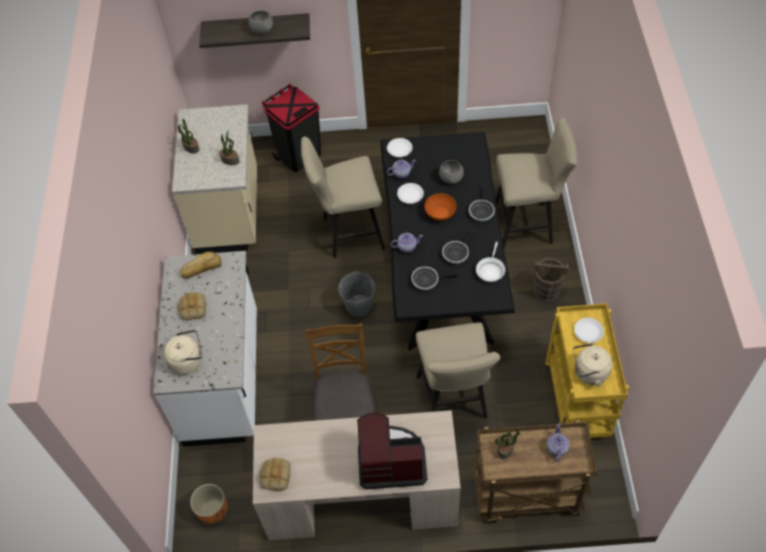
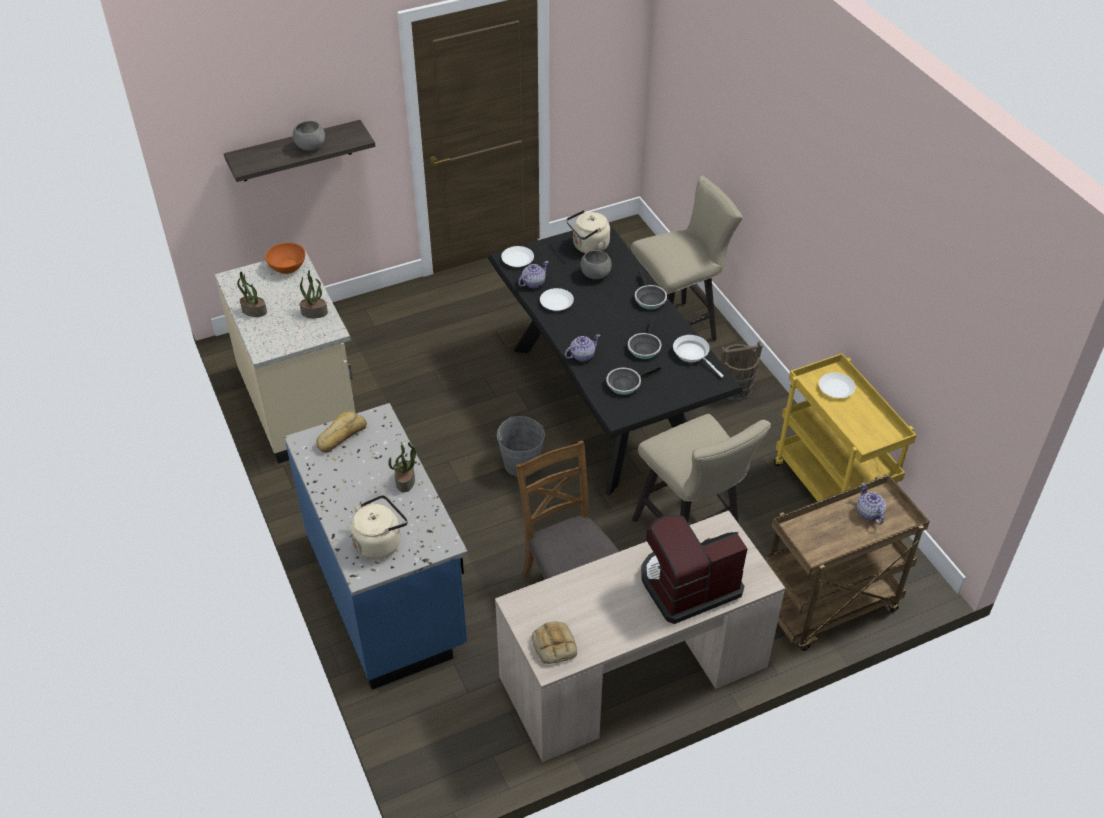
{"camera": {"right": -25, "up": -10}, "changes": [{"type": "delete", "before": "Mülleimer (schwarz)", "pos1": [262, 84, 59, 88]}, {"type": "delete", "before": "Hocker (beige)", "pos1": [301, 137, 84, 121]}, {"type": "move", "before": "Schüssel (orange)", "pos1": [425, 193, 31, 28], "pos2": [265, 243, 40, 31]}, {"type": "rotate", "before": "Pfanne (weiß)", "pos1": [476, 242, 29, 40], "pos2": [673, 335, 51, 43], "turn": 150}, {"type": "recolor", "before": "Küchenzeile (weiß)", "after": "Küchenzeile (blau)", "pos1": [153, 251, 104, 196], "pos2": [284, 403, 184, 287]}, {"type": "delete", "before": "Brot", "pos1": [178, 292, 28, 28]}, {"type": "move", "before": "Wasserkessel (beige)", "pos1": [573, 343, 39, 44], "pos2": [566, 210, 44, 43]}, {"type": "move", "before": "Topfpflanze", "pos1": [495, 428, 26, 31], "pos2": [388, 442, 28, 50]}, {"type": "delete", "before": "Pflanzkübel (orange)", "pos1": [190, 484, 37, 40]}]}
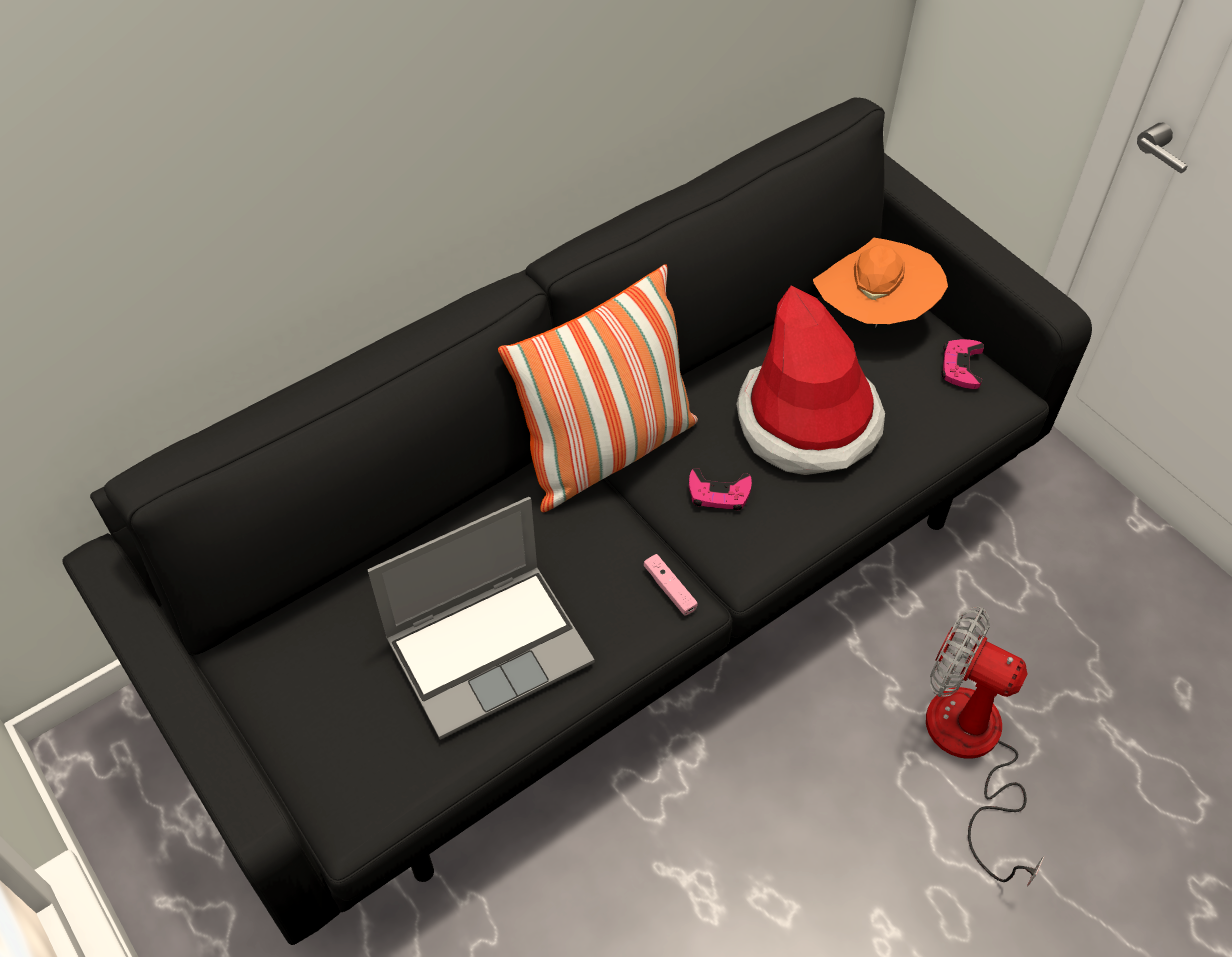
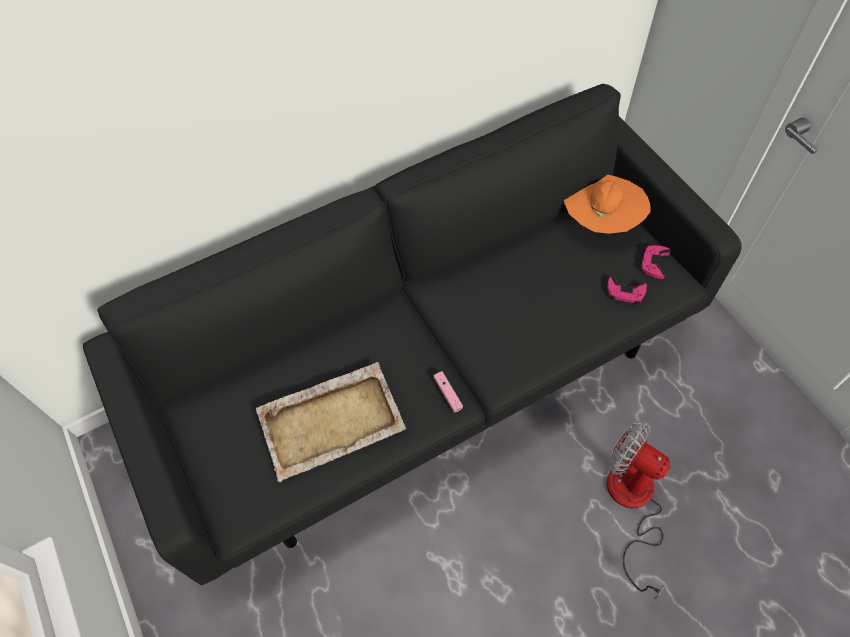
{"camera": {"right": 10, "up": 5}, "changes": [{"type": "delete", "before": "Kissen", "pos1": [498, 264, 200, 248]}, {"type": "delete", "before": "Hut", "pos1": [737, 285, 148, 190]}, {"type": "move", "before": "Gamepad (rosa)", "pos1": [689, 468, 63, 43], "pos2": [607, 276, 40, 28]}, {"type": "replace", "before": "Laptop", "after": "Tablett (beige)", "pos1": [368, 497, 227, 243], "pos2": [256, 362, 150, 120]}]}
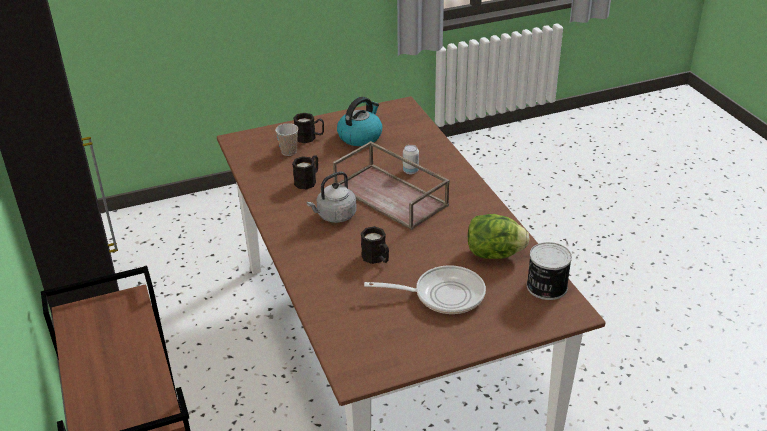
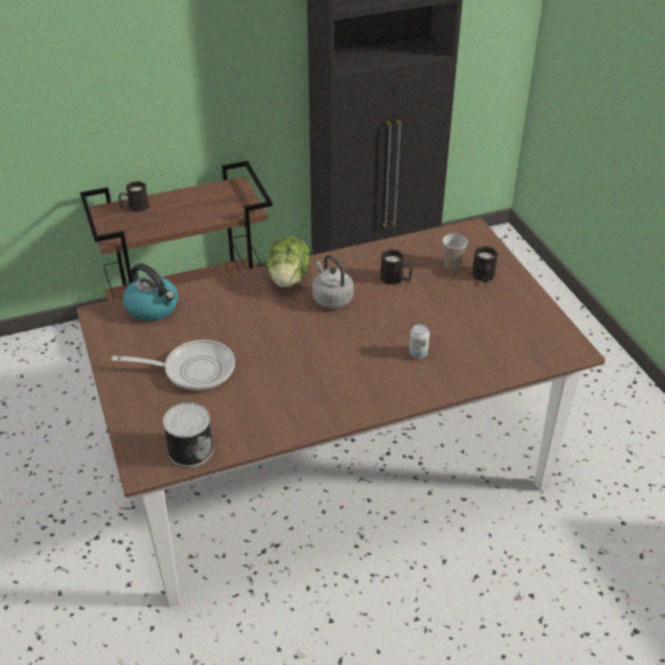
{"camera": {"right": 90, "up": 5}, "changes": [{"type": "move", "before": "Wasserkessel", "pos1": [337, 97, 45, 49], "pos2": [123, 263, 55, 58]}, {"type": "delete", "before": "Tablett (braun)", "pos1": [333, 141, 117, 89]}, {"type": "move", "before": "Salatkopf", "pos1": [467, 214, 63, 45], "pos2": [266, 236, 44, 52]}, {"type": "move", "before": "Henkelbecher (schwarz)", "pos1": [361, 226, 28, 38], "pos2": [118, 181, 31, 31]}, {"type": "rotate", "before": "Pfanne", "pos1": [364, 265, 122, 49], "pos2": [111, 340, 124, 51], "turn": -90}]}
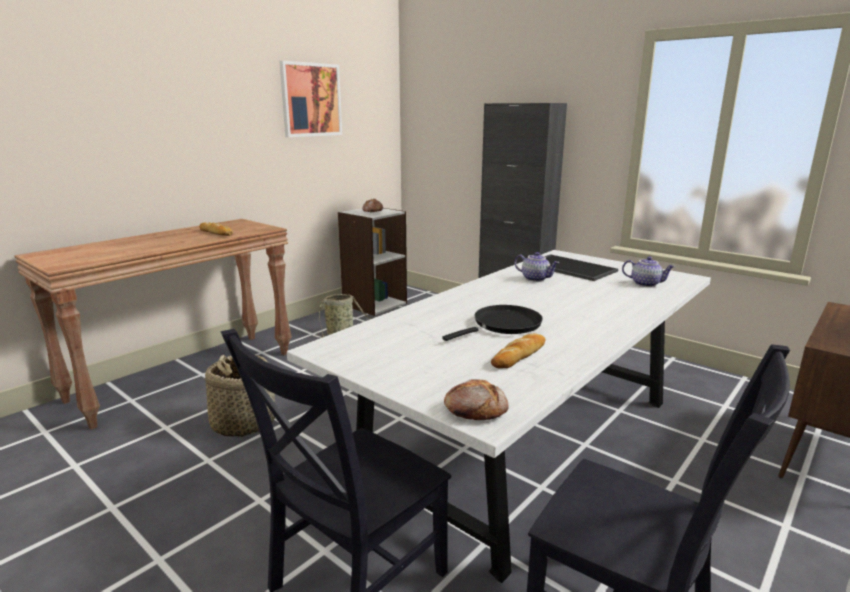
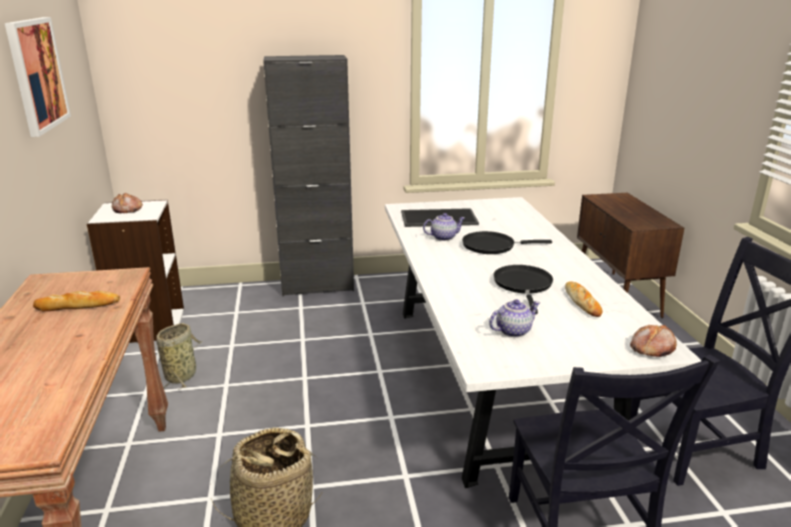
{"camera": {"right": -50, "up": 5}, "changes": [{"type": "move", "before": "Teekanne", "pos1": [622, 256, 53, 31], "pos2": [489, 299, 51, 38]}, {"type": "insert", "after": "Pfanne (schwarz)", "pos2": [462, 231, 90, 23]}]}
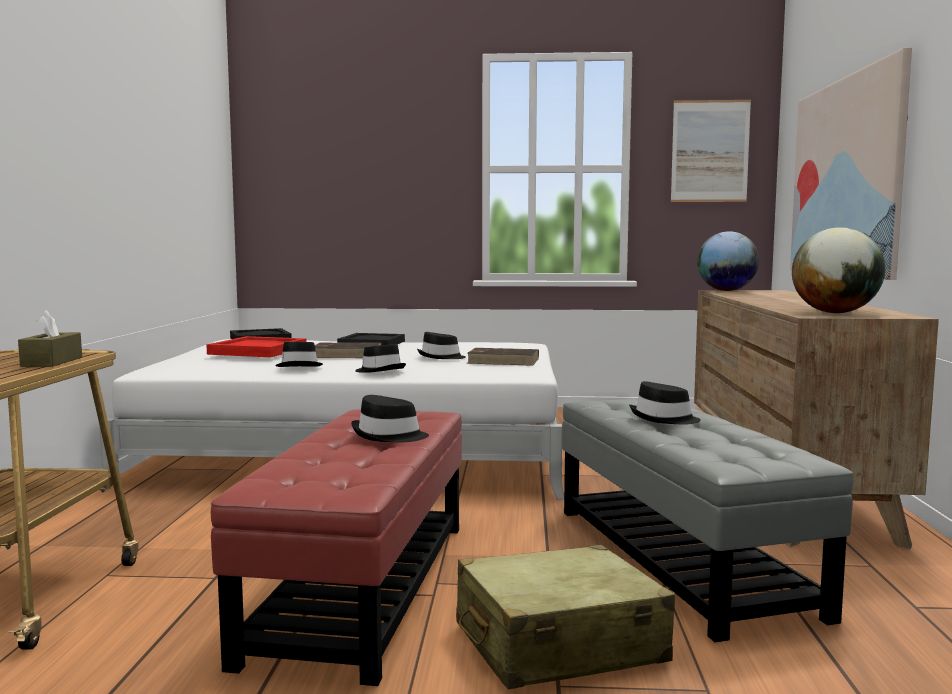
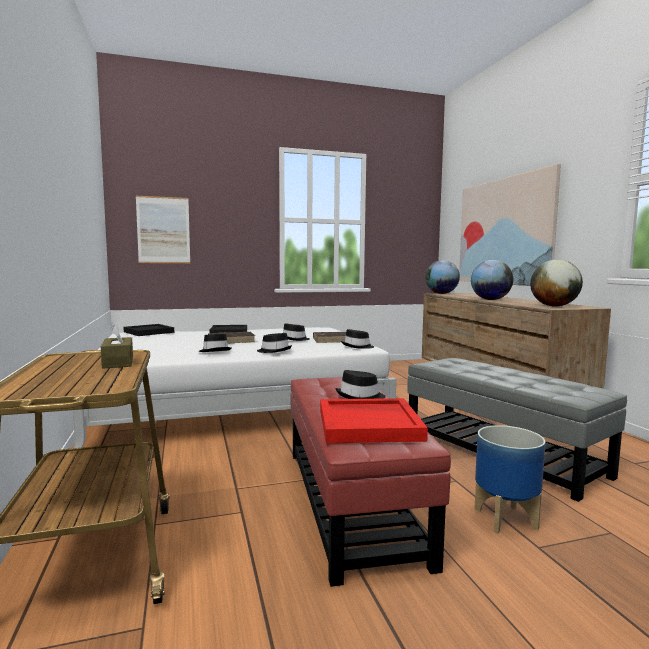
{"camera": {"right": -20, "up": 0}, "changes": [{"type": "move", "before": "Bild", "pos1": [671, 100, 80, 102], "pos2": [136, 196, 54, 67]}, {"type": "move", "before": "Tablett (rot)", "pos1": [206, 336, 100, 21], "pos2": [320, 398, 108, 45]}, {"type": "move", "before": "Hut (schwarz)", "pos1": [629, 381, 72, 44], "pos2": [341, 329, 33, 19]}, {"type": "replace", "before": "Koffer (beige)", "after": "Pflanzkübel", "pos1": [456, 545, 219, 144], "pos2": [474, 425, 72, 108]}, {"type": "insert", "after": "Globus", "pos2": [471, 260, 42, 40]}]}
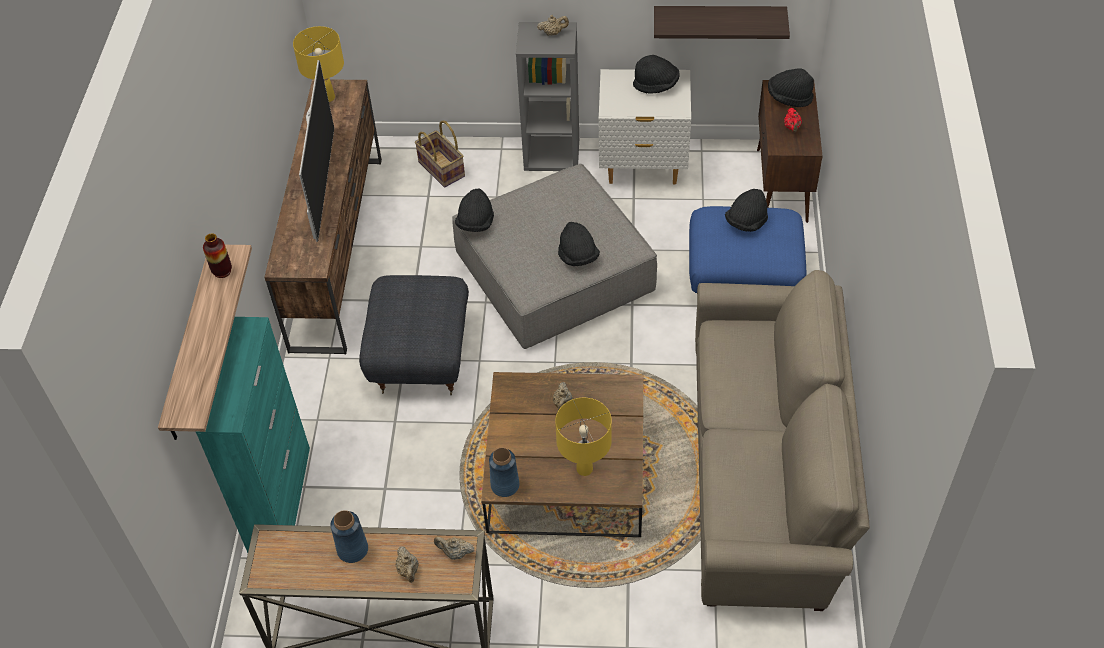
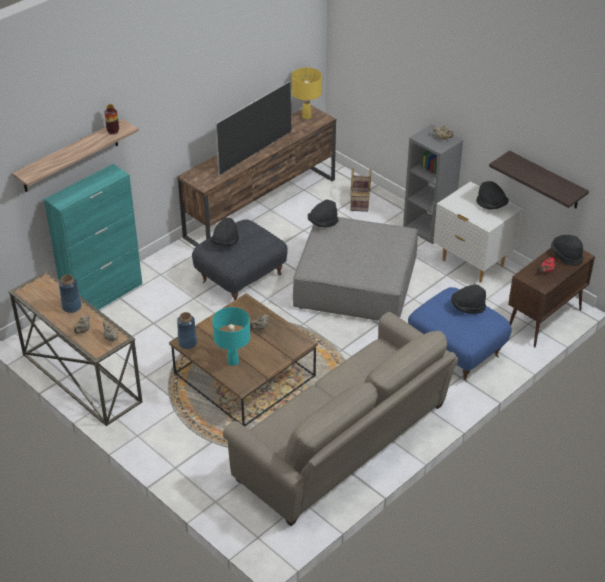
{"camera": {"right": 40, "up": -10}, "changes": [{"type": "move", "before": "Hut (schwarz)", "pos1": [558, 222, 42, 44], "pos2": [211, 218, 28, 29]}, {"type": "recolor", "before": "Tischlampe (gelb)", "after": "Tischlampe (türkis)", "pos1": [555, 398, 57, 78], "pos2": [212, 307, 38, 59]}]}
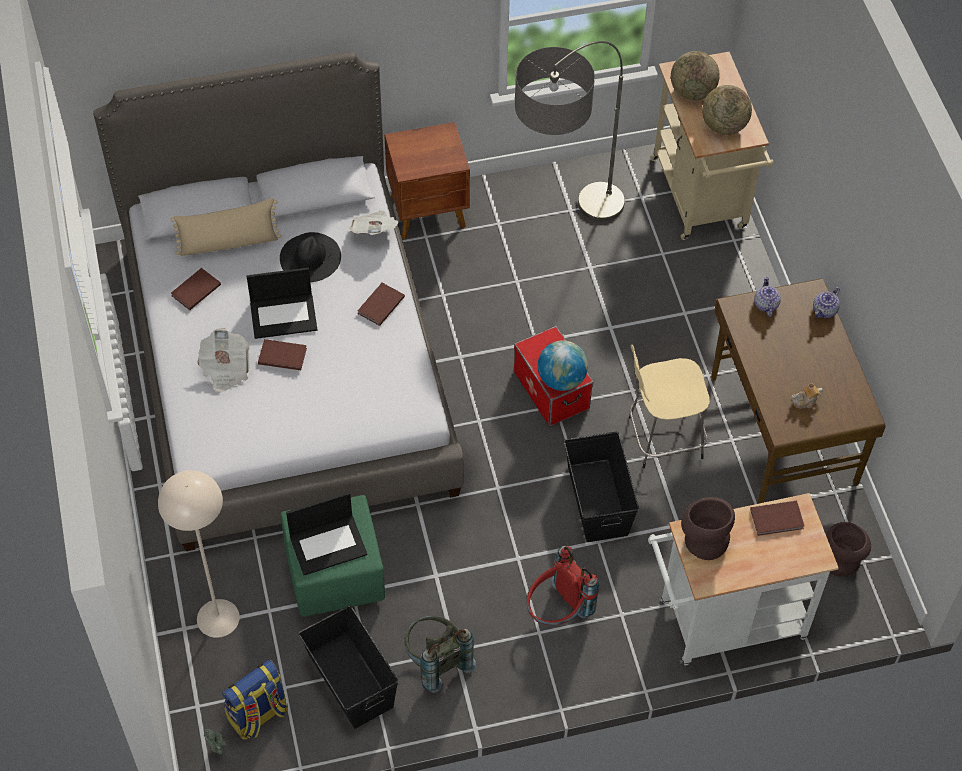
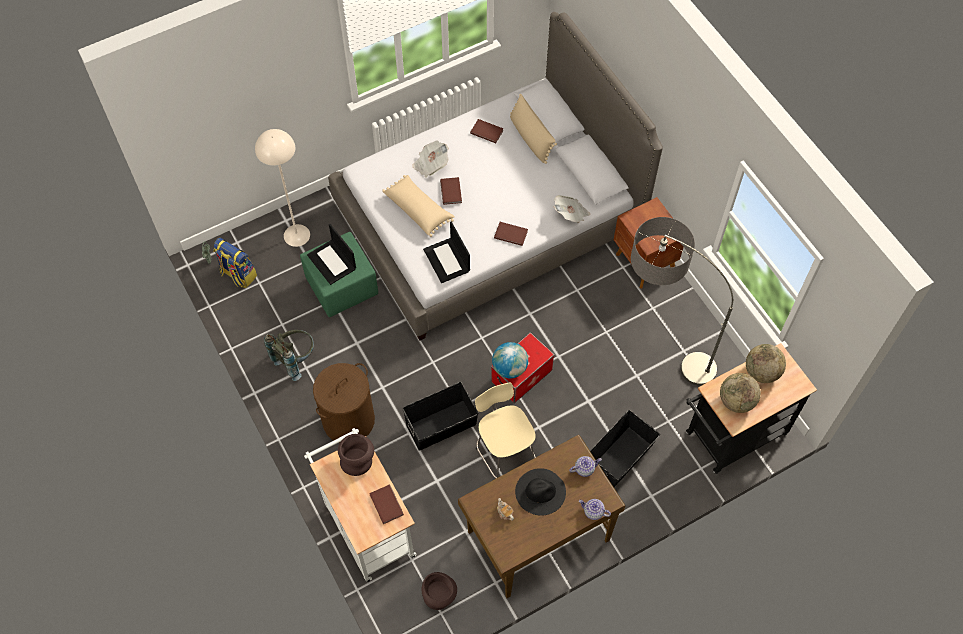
{"camera": {"right": 75, "up": 5}, "changes": [{"type": "recolor", "before": "Rollwagen (beige)", "after": "Rollwagen (schwarz)", "pos1": [650, 52, 124, 188], "pos2": [685, 343, 132, 131]}, {"type": "move", "before": "Hut (schwarz)", "pos1": [280, 232, 61, 50], "pos2": [515, 468, 51, 48]}, {"type": "move", "before": "Laptop", "pos1": [247, 268, 70, 71], "pos2": [423, 221, 47, 62]}, {"type": "replace", "before": "Rucksack (rot)", "after": "Wäschekorb (braun)", "pos1": [527, 546, 72, 79], "pos2": [313, 363, 62, 80]}, {"type": "move", "before": "Aufbewahrungsbox (schwarz)", "pos1": [299, 606, 99, 123], "pos2": [590, 410, 70, 77]}, {"type": "insert", "after": "Kissen (beige)", "pos2": [382, 175, 72, 62]}]}
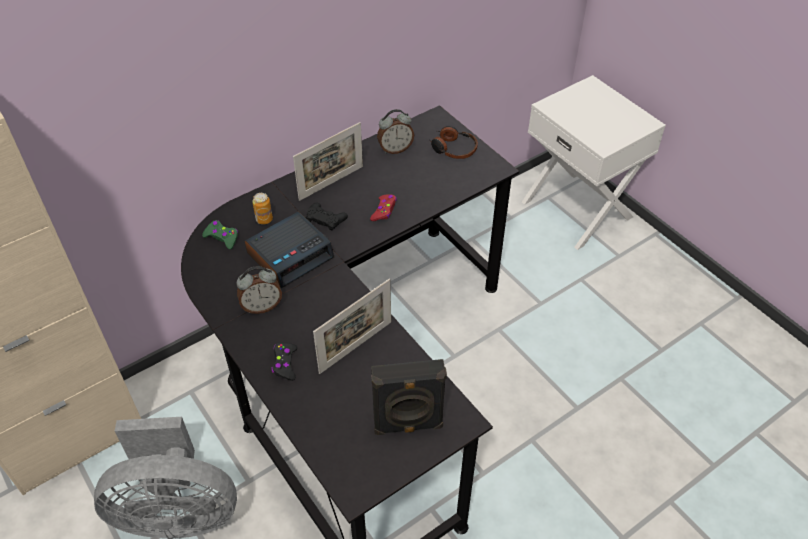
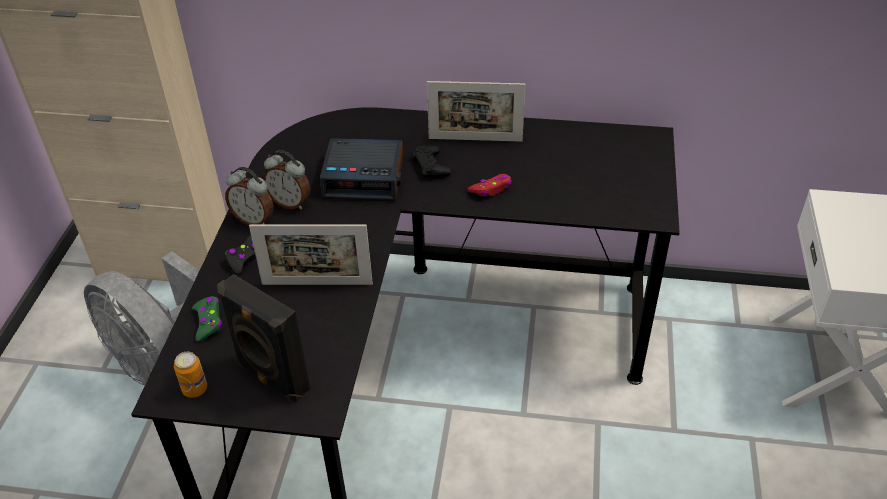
{"camera": {"right": 45, "up": -5}, "changes": [{"type": "move", "before": "Wecker", "pos1": [377, 109, 37, 45], "pos2": [225, 167, 49, 59]}, {"type": "delete", "before": "Kopfhörer", "pos1": [429, 126, 49, 33]}, {"type": "move", "before": "Dose", "pos1": [252, 193, 21, 32], "pos2": [174, 352, 33, 46]}, {"type": "move", "before": "Gamepad (grün)", "pos1": [202, 220, 36, 29], "pos2": [192, 296, 30, 46]}]}
